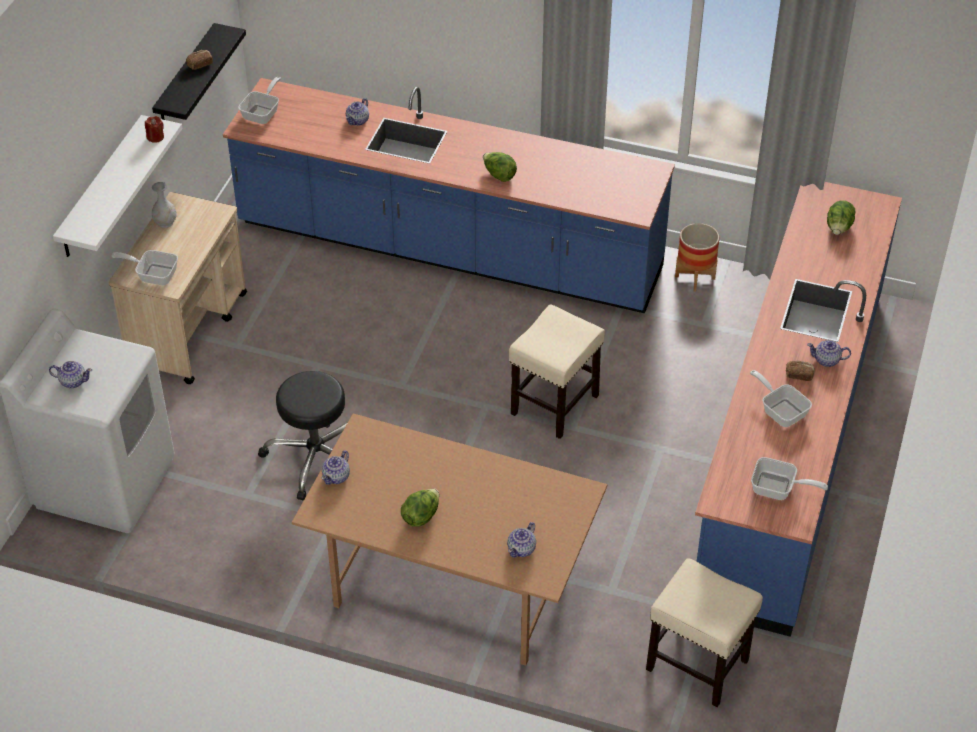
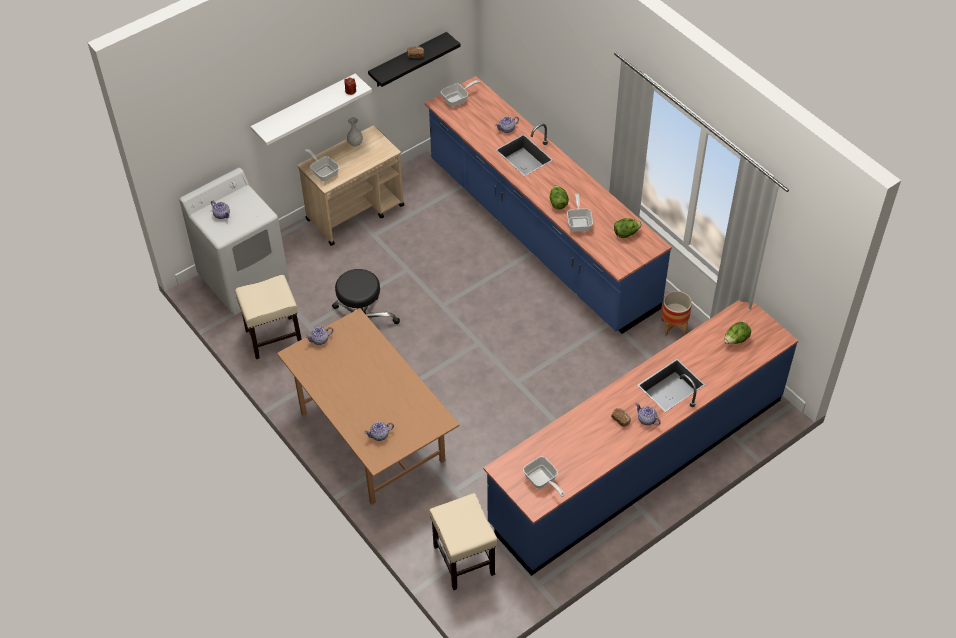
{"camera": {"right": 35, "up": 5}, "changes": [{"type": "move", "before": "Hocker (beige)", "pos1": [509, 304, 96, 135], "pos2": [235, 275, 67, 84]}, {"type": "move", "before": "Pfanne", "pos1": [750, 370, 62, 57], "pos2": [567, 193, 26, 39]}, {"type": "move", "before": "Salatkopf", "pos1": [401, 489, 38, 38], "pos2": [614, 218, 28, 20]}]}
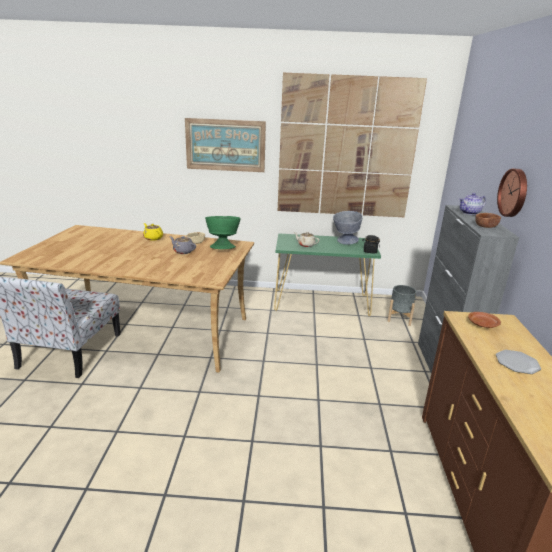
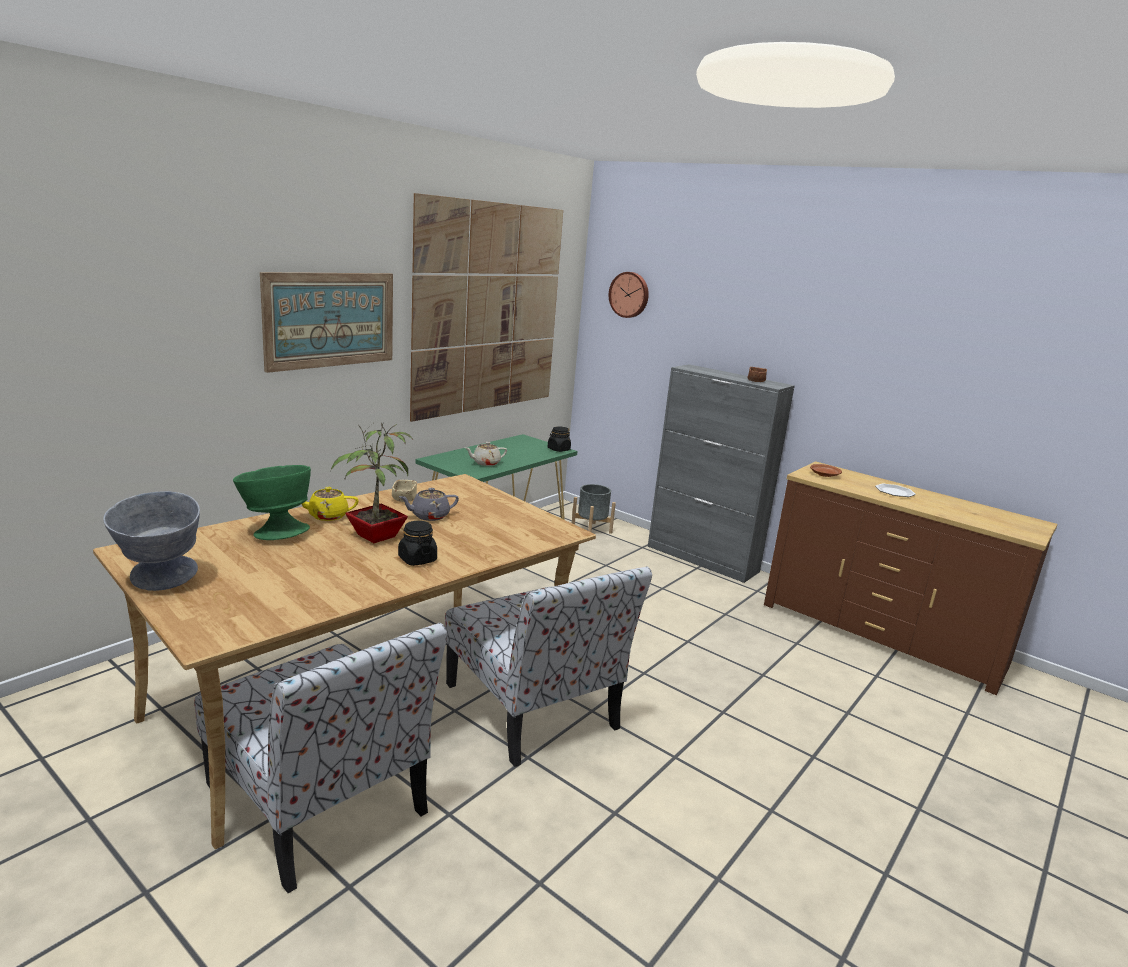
{"camera": {"right": -55, "up": -5}, "changes": [{"type": "move", "before": "Wanduhr", "pos1": [497, 169, 30, 48], "pos2": [609, 272, 40, 46]}, {"type": "delete", "before": "Teekanne", "pos1": [459, 193, 27, 22]}, {"type": "move", "before": "Schüssel (grau)", "pos1": [333, 211, 30, 34], "pos2": [103, 491, 97, 100]}, {"type": "move", "before": "Schüssel (grün)", "pos1": [205, 216, 36, 33], "pos2": [233, 465, 78, 75]}, {"type": "insert", "after": "Topfpflanze", "pos2": [331, 422, 82, 121]}, {"type": "insert", "after": "Vorratsglas (schwarz)", "pos2": [398, 521, 39, 45]}, {"type": "insert", "after": "Stuhl", "pos2": [445, 566, 207, 201]}]}
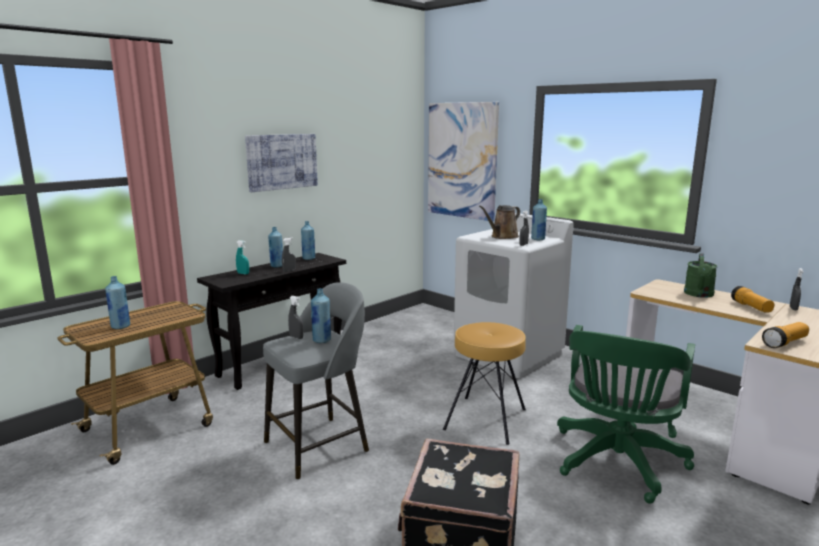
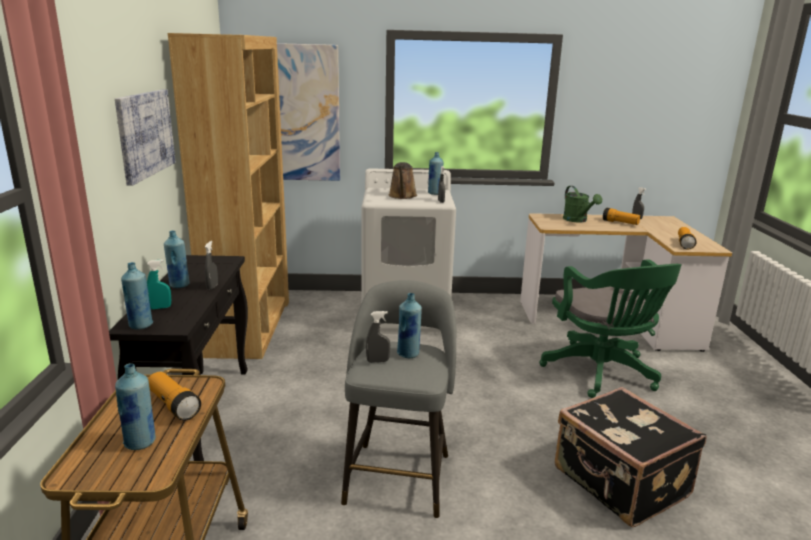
{"camera": {"right": -45, "up": 5}, "changes": [{"type": "move", "before": "Flasche (blau)", "pos1": [301, 221, 15, 39], "pos2": [121, 262, 32, 67]}, {"type": "delete", "before": "Hocker (braun)", "pos1": [443, 322, 83, 123]}, {"type": "insert", "after": "Bücherregal (braun)", "pos2": [168, 33, 121, 326]}, {"type": "insert", "after": "Taschenlampe", "pos2": [148, 371, 53, 50]}]}
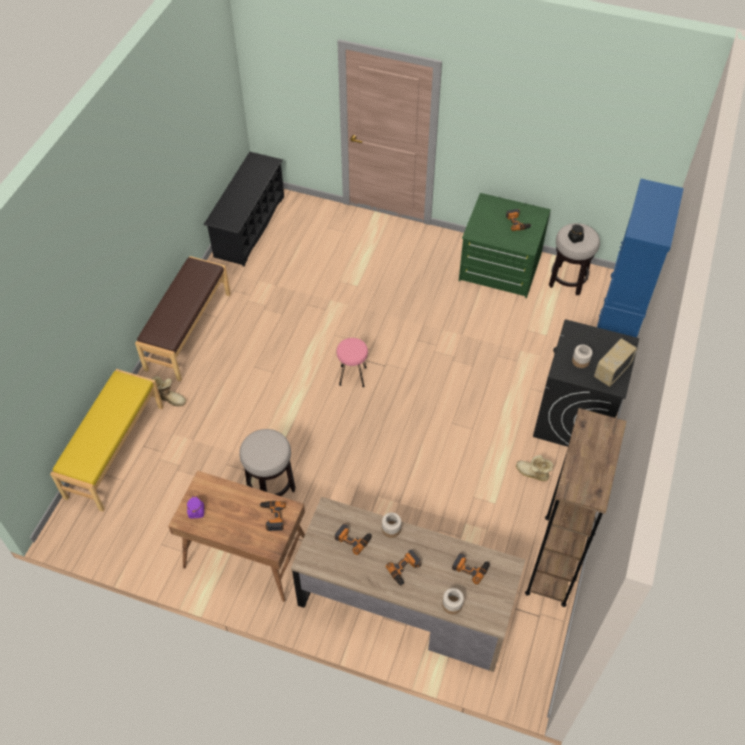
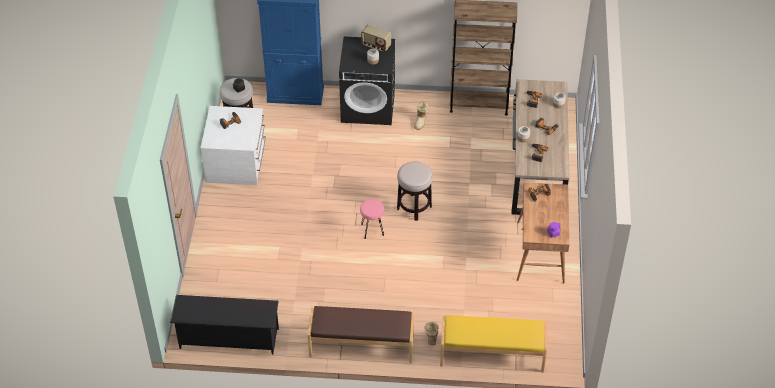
{"camera": {"right": -105, "up": -5}, "changes": [{"type": "recolor", "before": "Kommode (grün)", "after": "Kommode (weiß)", "pos1": [459, 193, 92, 105], "pos2": [201, 106, 65, 79]}, {"type": "move", "before": "Hocker", "pos1": [239, 429, 56, 67], "pos2": [397, 162, 36, 59]}]}
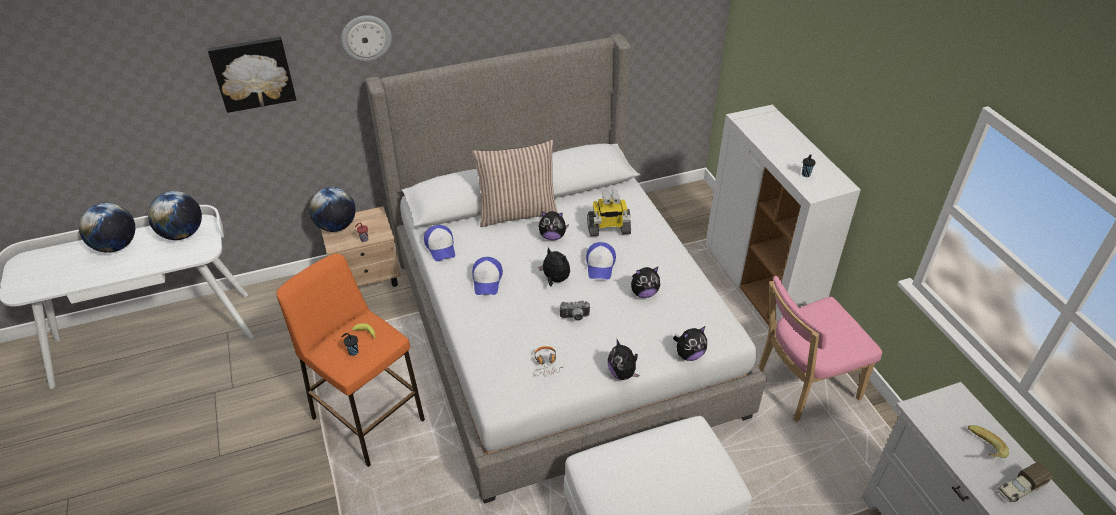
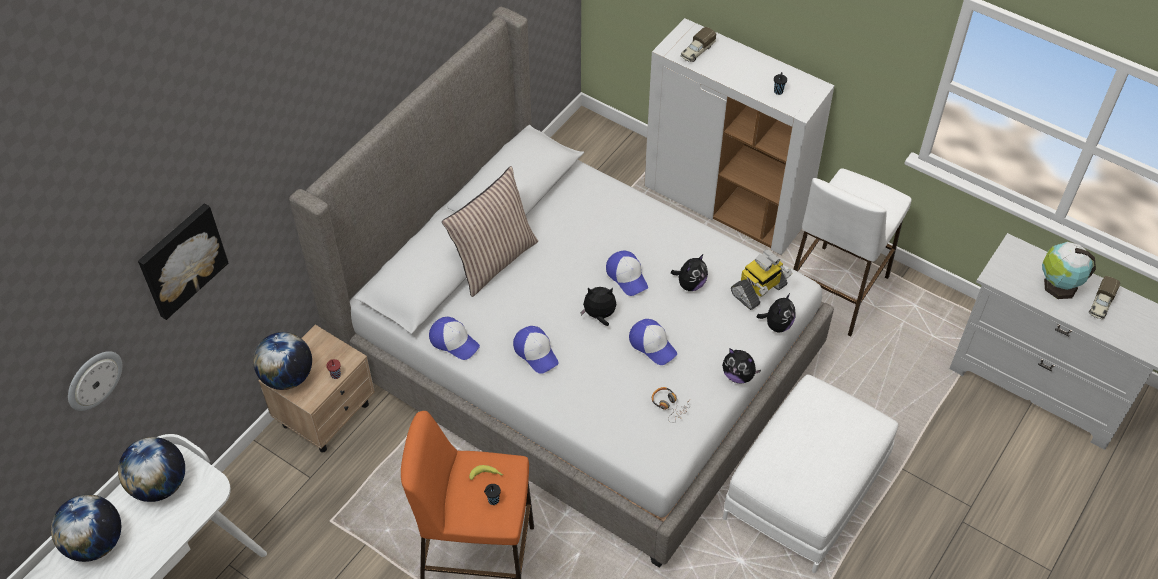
{"camera": {"right": -35, "up": 10}, "changes": [{"type": "move", "before": "Wanduhr", "pos1": [341, 15, 51, 47], "pos2": [68, 351, 54, 60]}, {"type": "move", "before": "Spielzeugroboter", "pos1": [587, 190, 44, 46], "pos2": [731, 249, 61, 61]}, {"type": "delete", "before": "Plüschtier", "pos1": [539, 211, 30, 29]}, {"type": "replace", "before": "Stuhl (rosa)", "after": "Hocker (weiß)", "pos1": [758, 276, 124, 146], "pos2": [793, 168, 119, 169]}, {"type": "replace", "before": "Kamera", "after": "Kappe", "pos1": [560, 301, 30, 20], "pos2": [629, 319, 48, 46]}, {"type": "replace", "before": "Banane", "after": "Globus", "pos1": [968, 425, 41, 33], "pos2": [1042, 242, 54, 57]}, {"type": "insert", "after": "Spielzeuglaster", "pos2": [680, 27, 36, 35]}]}
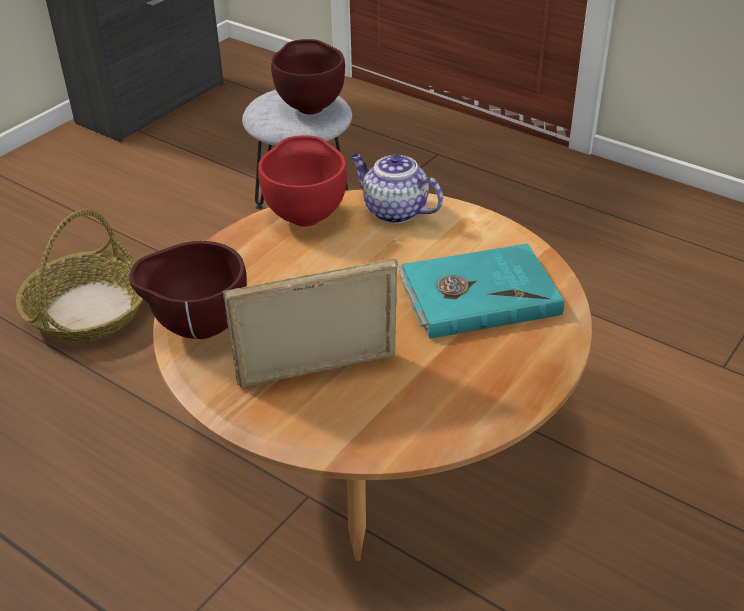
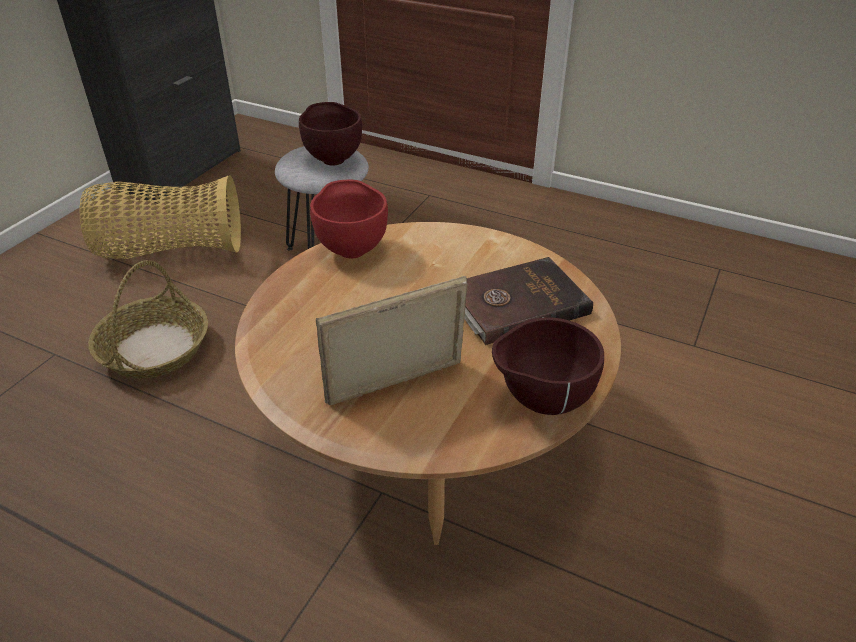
{"camera": {"right": -10, "up": 0}, "changes": [{"type": "delete", "before": "Teekanne", "pos1": [350, 154, 93, 70]}, {"type": "move", "before": "Schüssel (braun)", "pos1": [129, 241, 118, 98], "pos2": [492, 317, 112, 98]}, {"type": "recolor", "before": "Buch (türkis)", "after": "Buch (braun)", "pos1": [397, 243, 167, 96], "pos2": [464, 257, 129, 88]}, {"type": "insert", "after": "Korb", "pos2": [80, 175, 161, 84]}]}
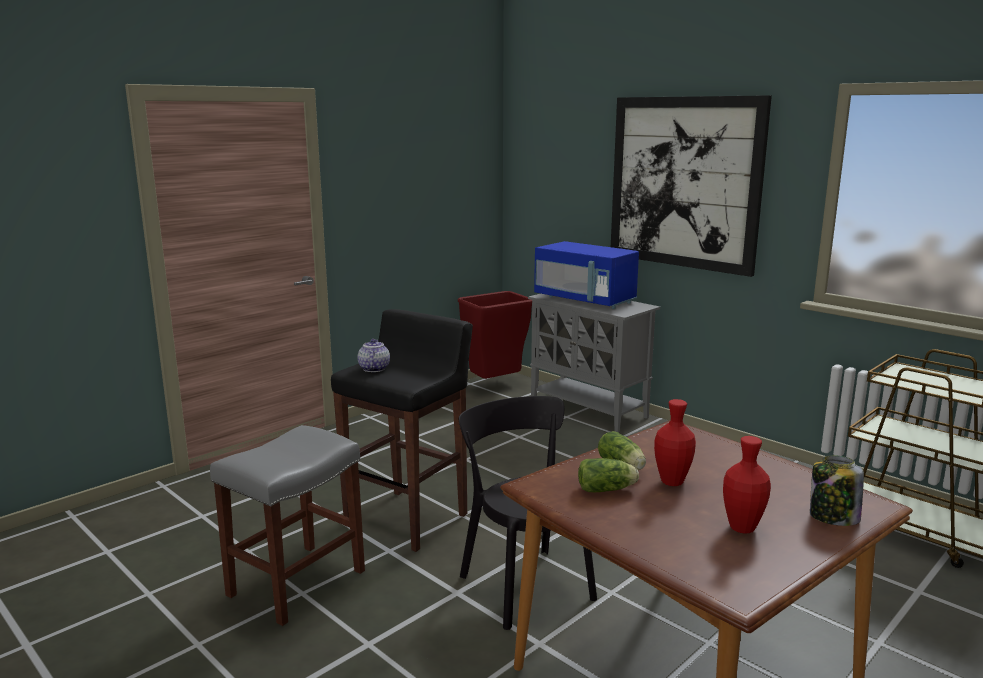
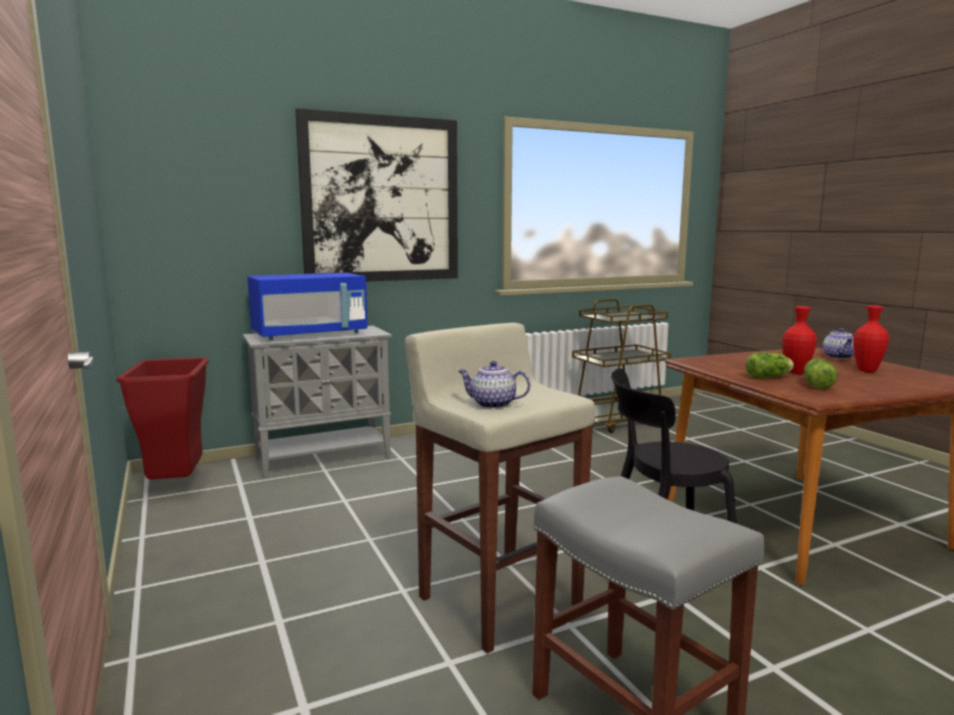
{"camera": {"right": -70, "up": -5}, "changes": [{"type": "recolor", "before": "Hocker (schwarz)", "after": "Hocker (beige)", "pos1": [331, 309, 142, 243], "pos2": [404, 323, 191, 330]}, {"type": "replace", "before": "Vorratsglas", "after": "Teekanne", "pos1": [810, 455, 54, 71], "pos2": [823, 328, 31, 31]}]}
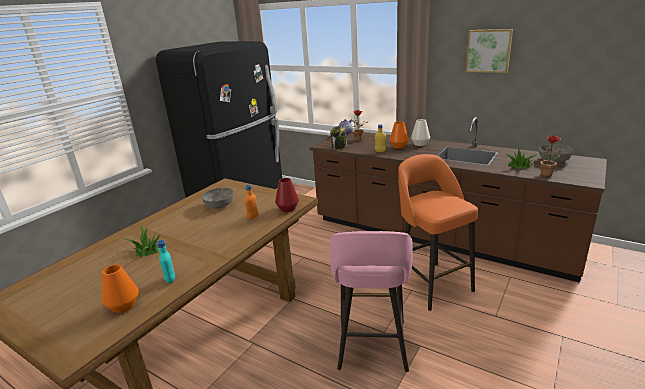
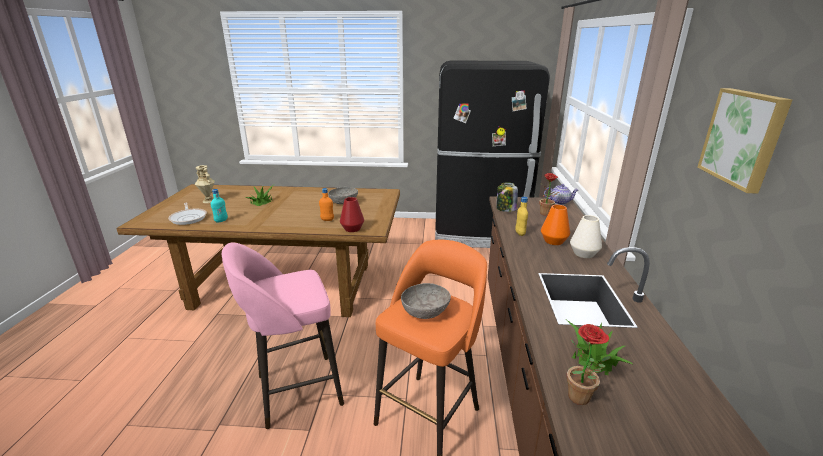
{"camera": {"right": 60, "up": 0}, "changes": [{"type": "move", "before": "Schüssel (grau)", "pos1": [539, 144, 34, 19], "pos2": [401, 283, 50, 36]}, {"type": "replace", "before": "Vase (orange)", "after": "Pfanne", "pos1": [102, 264, 37, 49], "pos2": [168, 203, 39, 22]}, {"type": "insert", "after": "Vase (beige)", "pos2": [195, 165, 20, 38]}]}
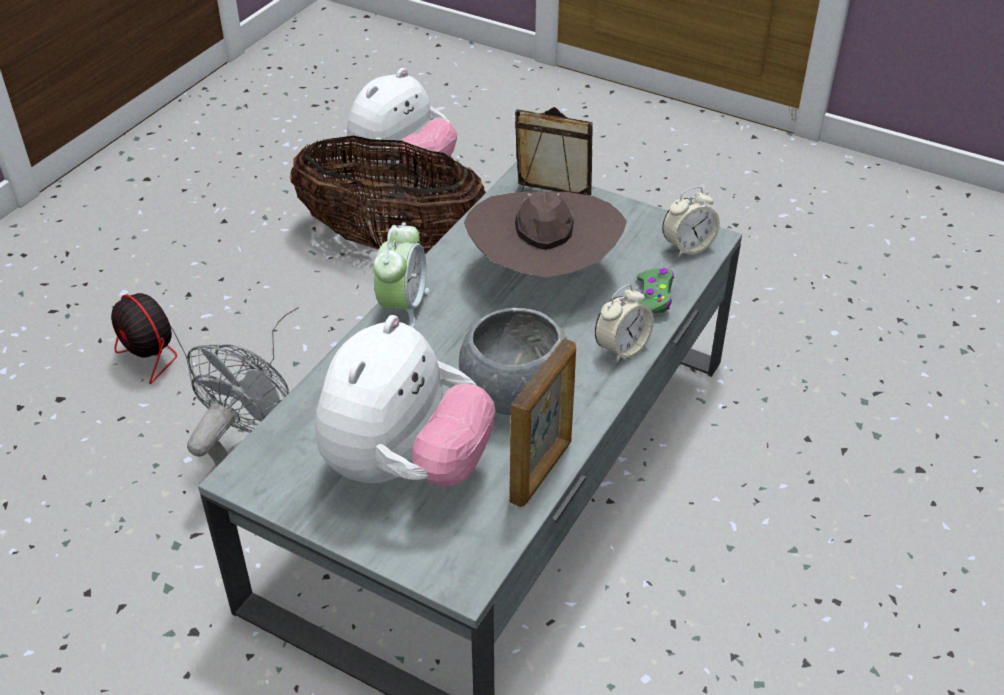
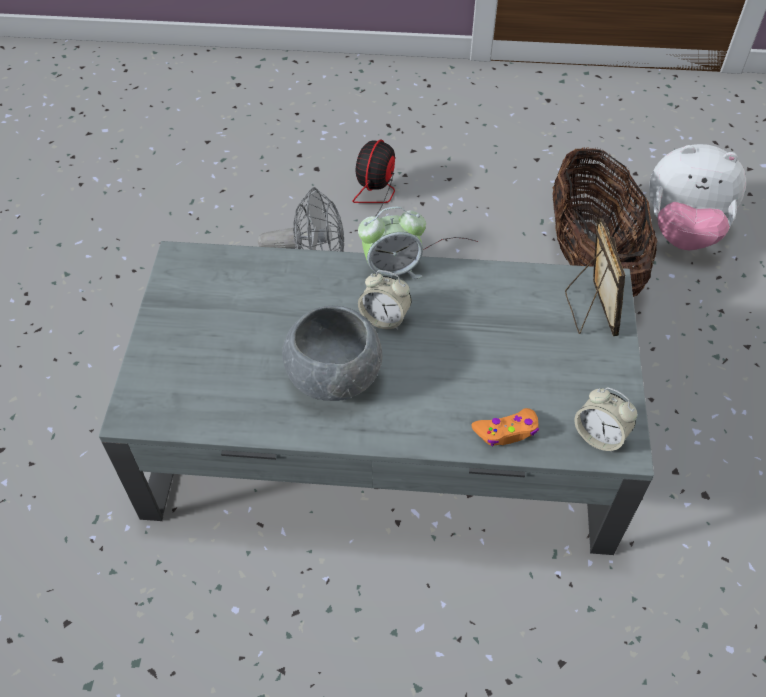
{"camera": {"right": 65, "up": 10}, "changes": [{"type": "delete", "before": "Hut (braun)", "pos1": [464, 191, 163, 86]}, {"type": "recolor", "before": "Gamepad (grün)", "after": "Gamepad (orange)", "pos1": [637, 268, 37, 45], "pos2": [471, 408, 68, 38]}, {"type": "move", "before": "Wecker", "pos1": [595, 284, 59, 79], "pos2": [358, 270, 53, 60]}, {"type": "delete", "before": "Plüschtier", "pos1": [315, 315, 180, 172]}, {"type": "delete", "before": "Bilderrahmen", "pos1": [509, 339, 67, 168]}]}
